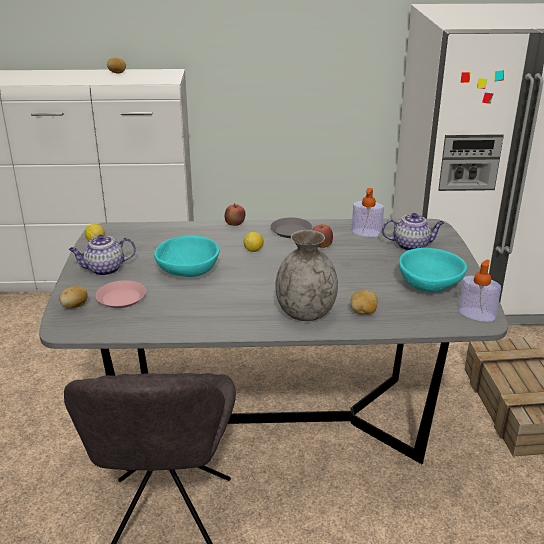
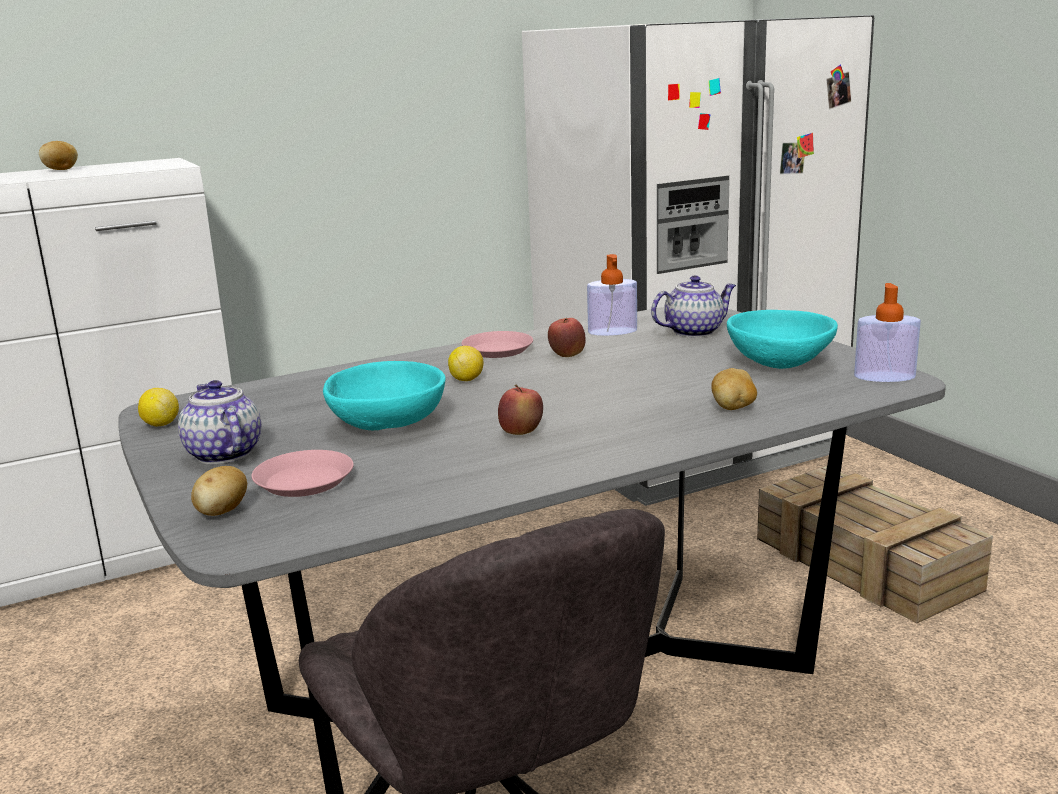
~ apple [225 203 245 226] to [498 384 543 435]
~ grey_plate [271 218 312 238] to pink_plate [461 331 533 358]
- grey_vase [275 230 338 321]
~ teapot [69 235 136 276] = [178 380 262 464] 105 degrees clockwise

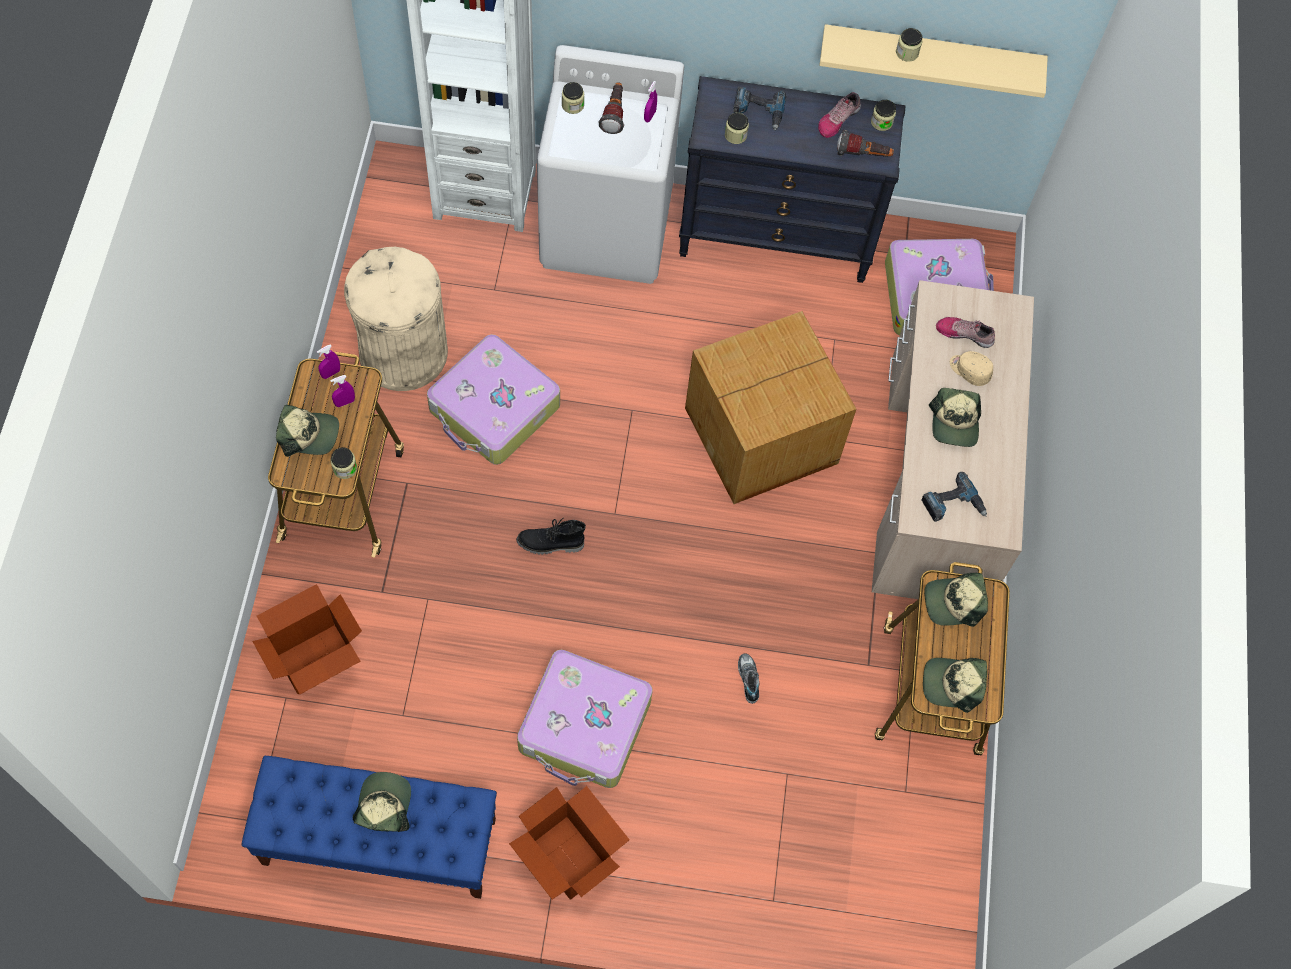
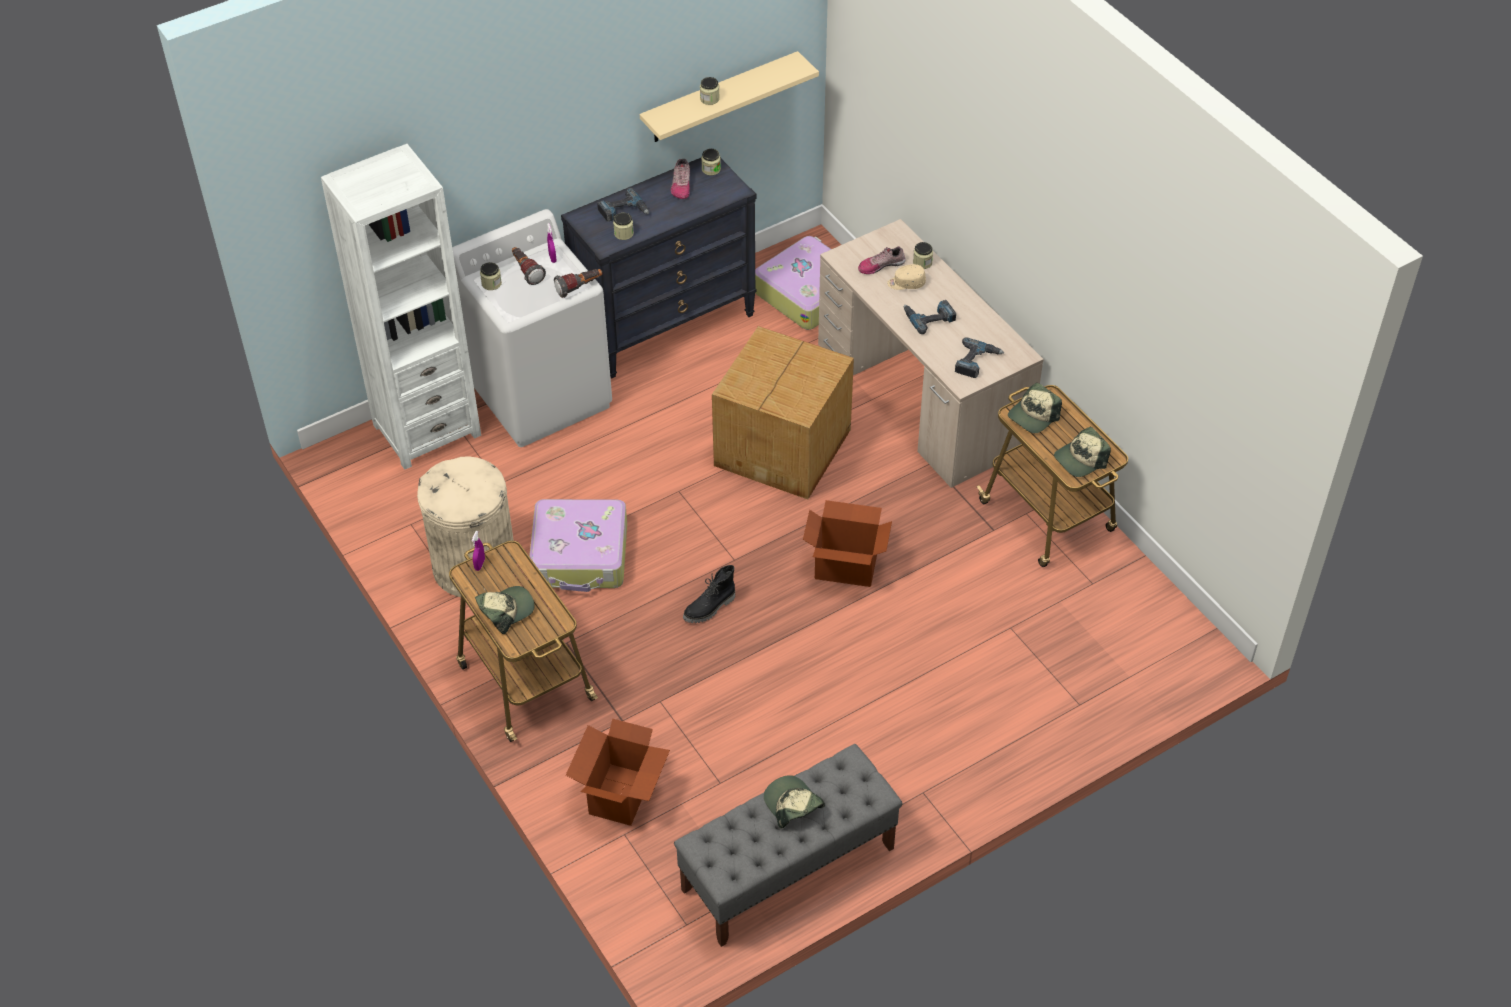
~ flashlight [837 130 894 157] to [554 269 603 298]
- purple_spray_bottle [330 375 355 407]
~ cap [929 388 981 447] to power_drill [904 300 956 334]
~ jar [330 447 357 479] to [913 242 933 269]
- suitcase [517 650 653 788]
- shoe [738 654 759 704]
~ blue_bench [241 756 497 899] to grey_bench [674 744 903 947]
~ cardboard_box [509 786 630 900] to [803 500 892 587]

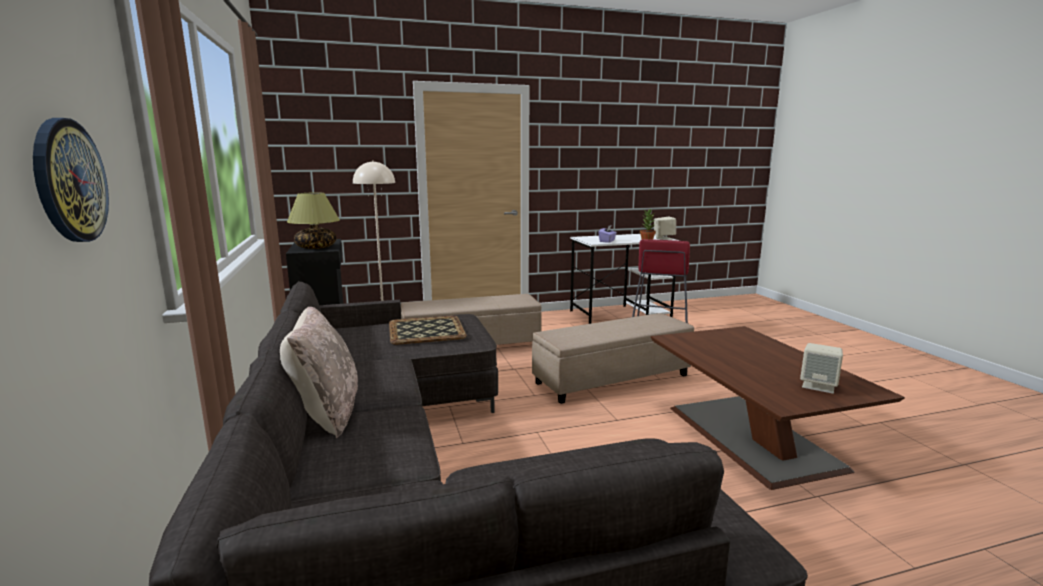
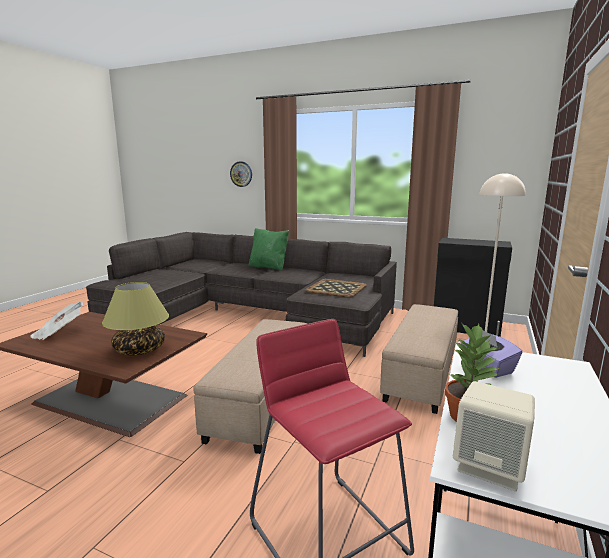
~ table_lamp [287 193 340 249] to [102 282 169 355]
~ beige_pillow [280 307 358 438] to green_pillow [249 228 289 271]
~ beige_speaker [800 343 843 394] to newspaper [30 302 84 340]

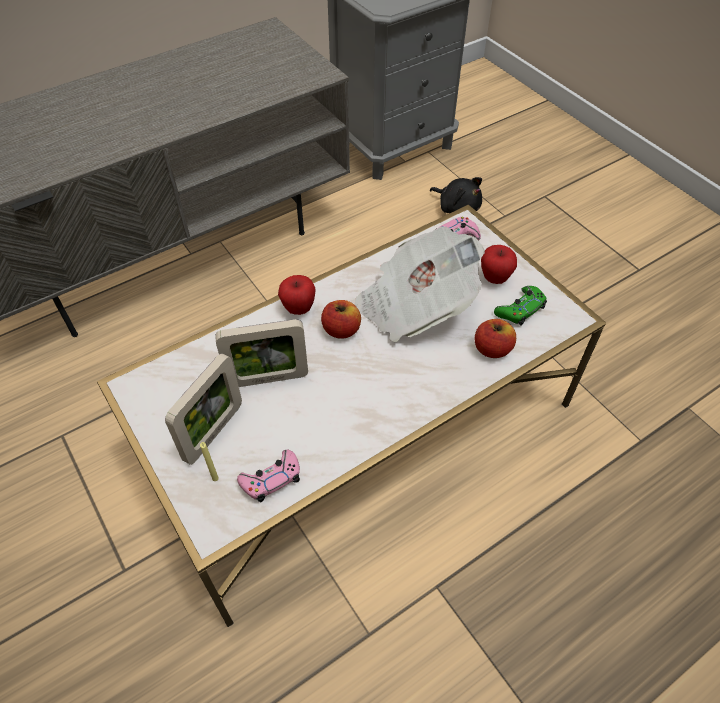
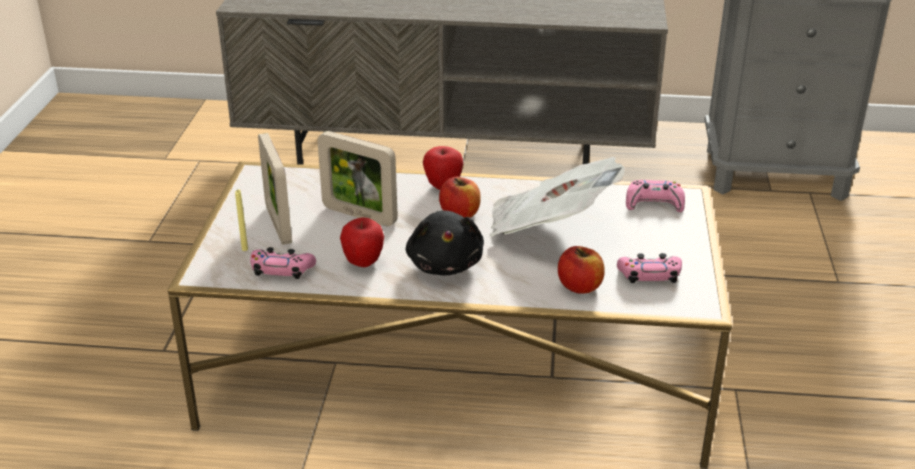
~ black_plush_toy [430 177 482 213] to [406 210 484 275]
~ apple [481 245 517 284] to [340 217 384 267]
~ green_game_controller [494 286 547 325] to pink_game_controller [617 253 682 283]
~ picture_frame [165 353 242 465] = [258 133 292 245] 90 degrees clockwise

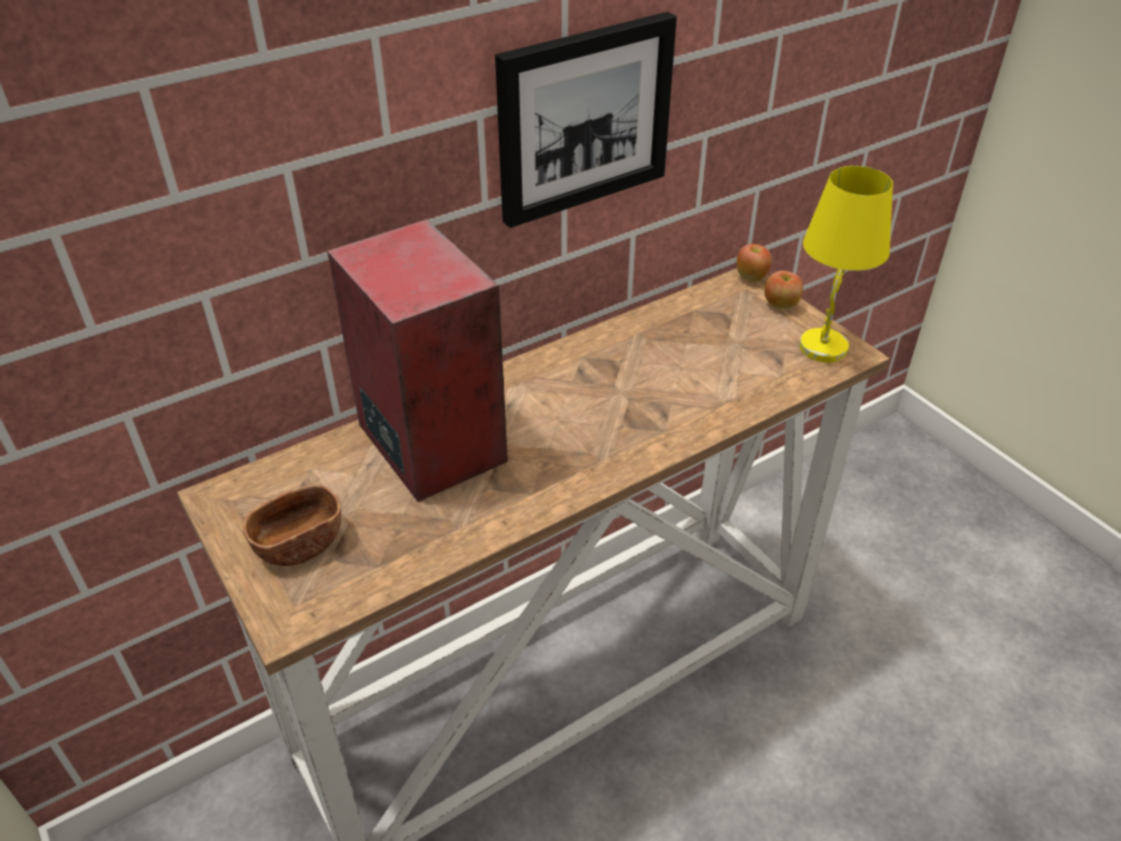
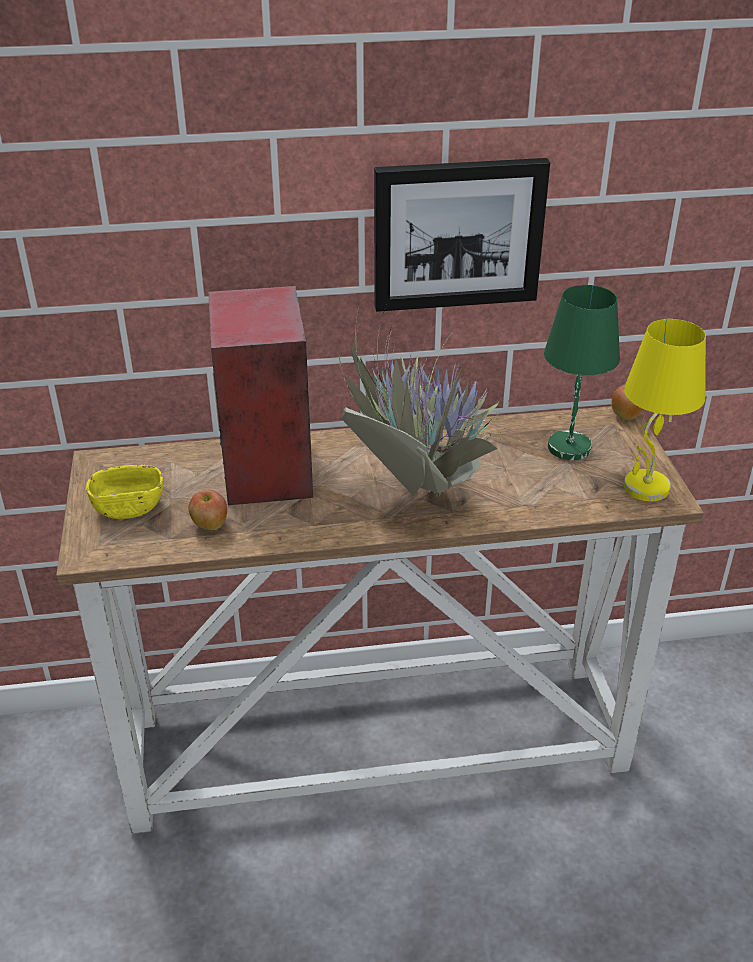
~ apple [764 271 803 309] to [188 490 227 530]
~ brown_bowl [243 484 341 566] to yellow_bowl [86 465 163 519]
+ green_table_lamp [544 285 620 460]
+ potted_plant [339 307 513 497]

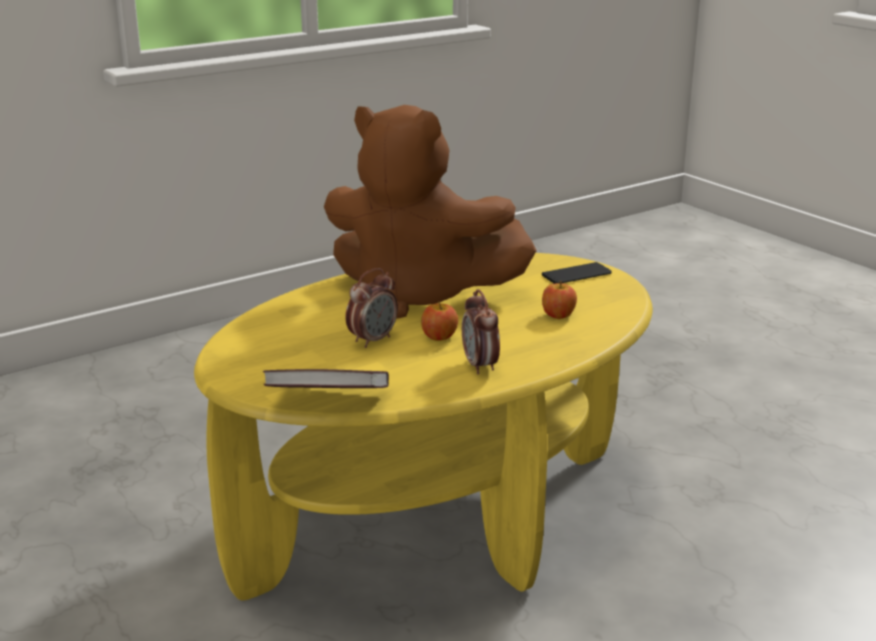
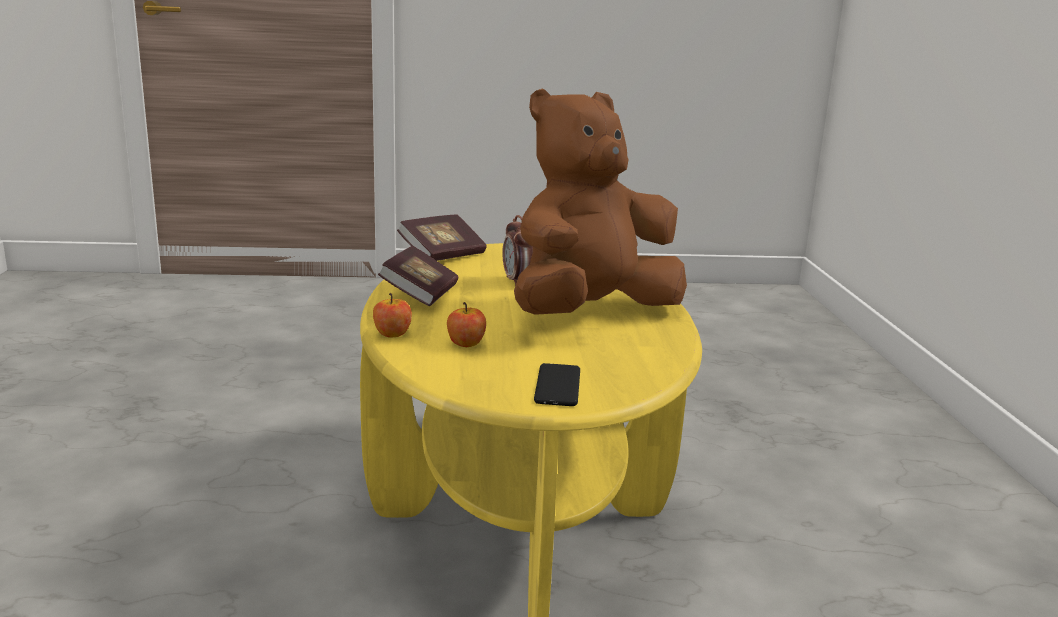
~ alarm_clock [462 289 500 375] to book [378 246 458 306]
~ apple [421 301 458 341] to [373 293 412 338]

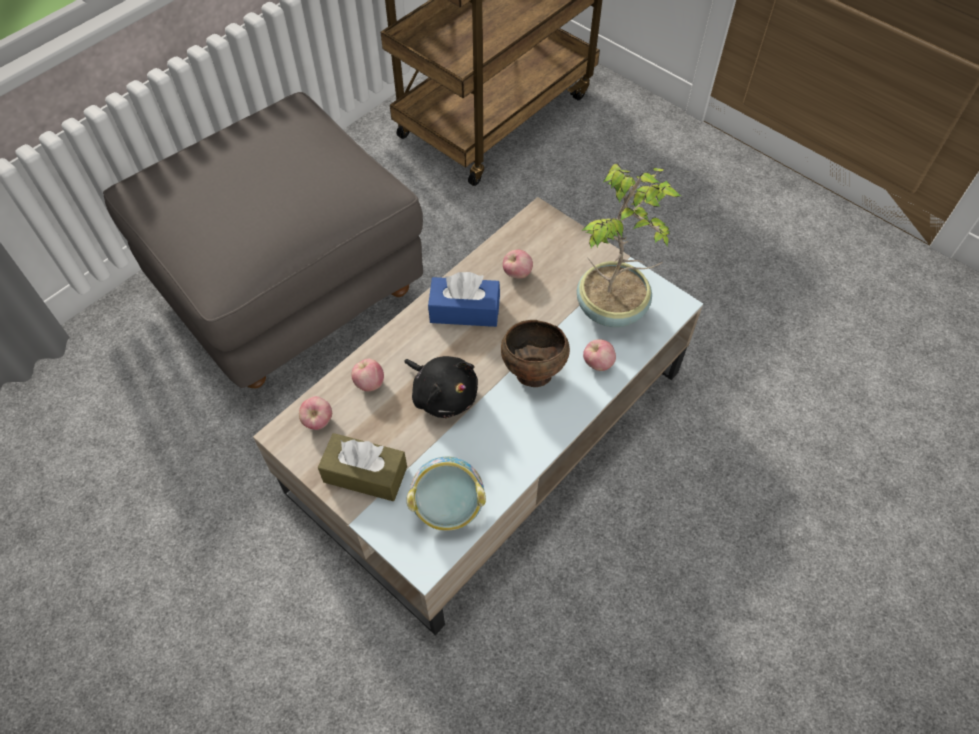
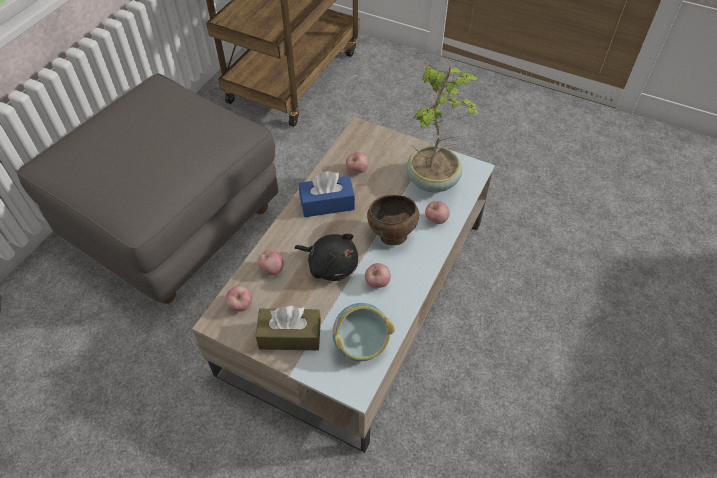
+ apple [365 263 391 288]

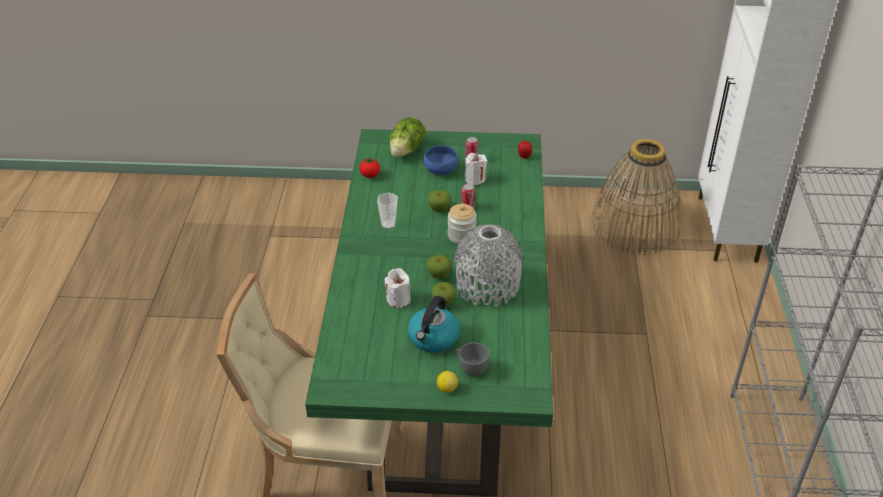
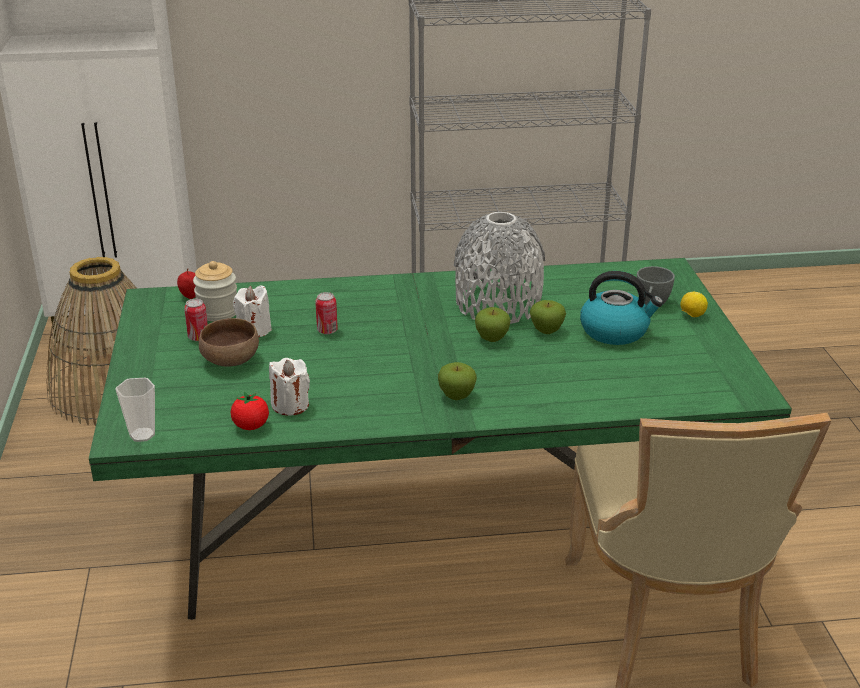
- lettuce [390 117 425 157]
~ blue_bowl [423 145 458 175] to brown_bowl [199 318 259 367]
~ apple [428 190 451 212] to [438 362 477 400]
~ cup [377 192 398 229] to [115 378 155 442]
~ jar [448 204 477 244] to [193 261 237 321]
~ white_candle [384 268 411 308] to [269 358 310 416]

